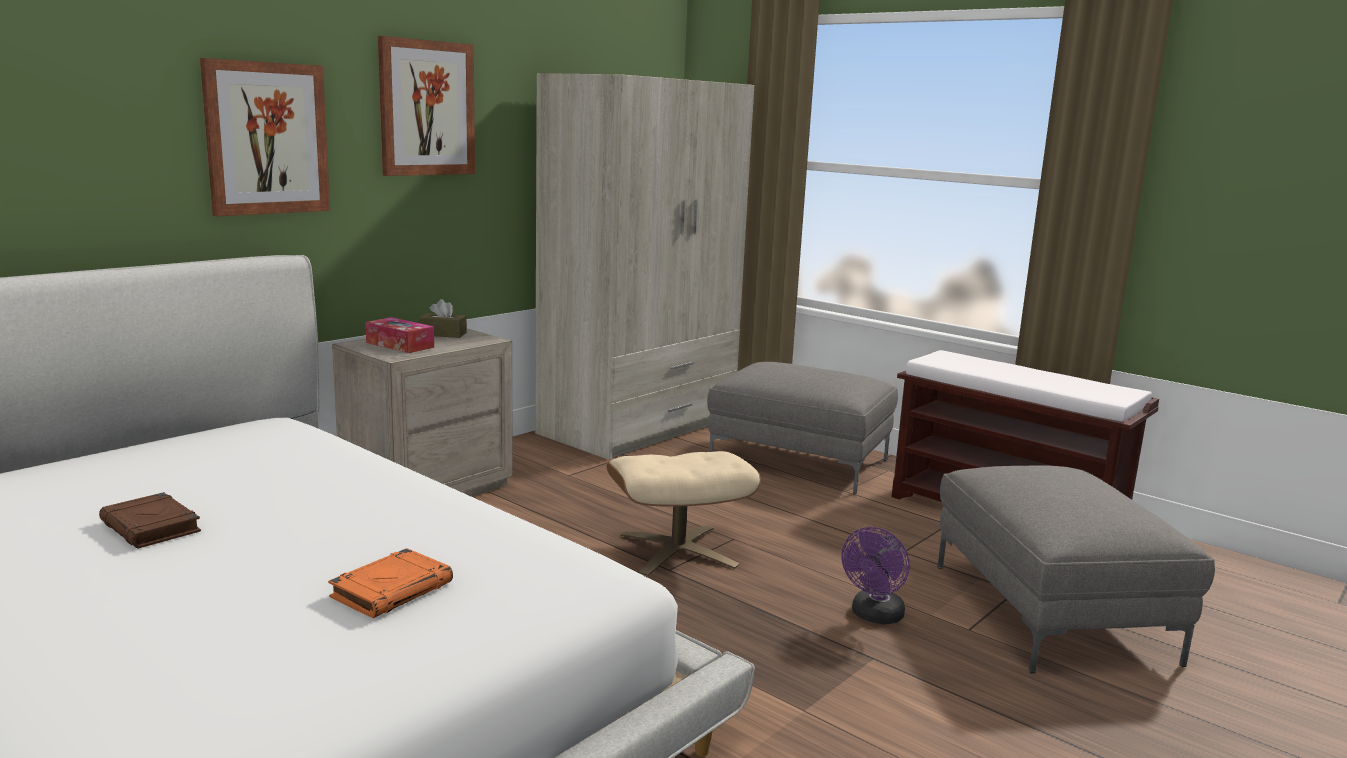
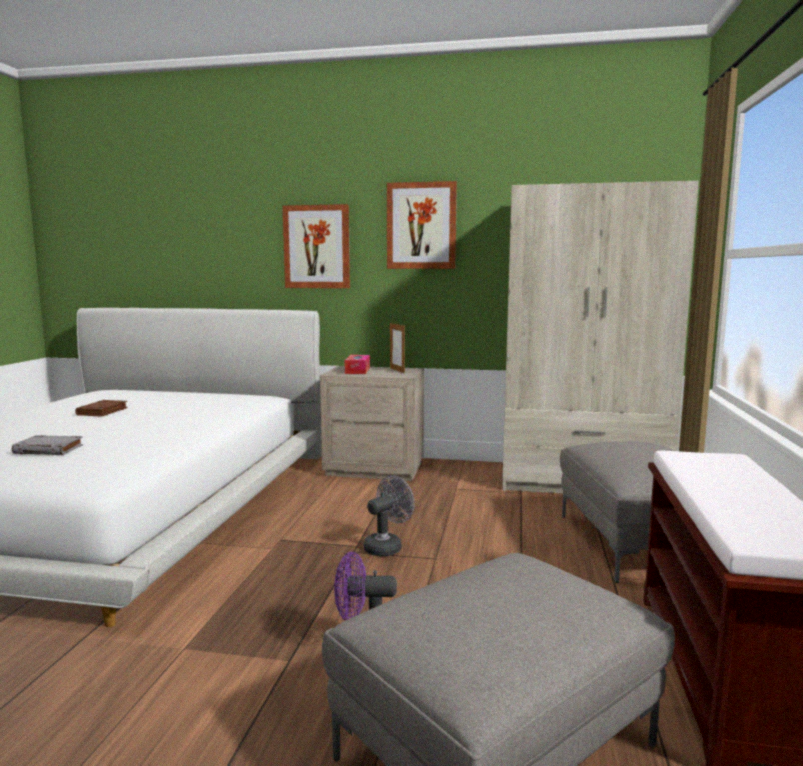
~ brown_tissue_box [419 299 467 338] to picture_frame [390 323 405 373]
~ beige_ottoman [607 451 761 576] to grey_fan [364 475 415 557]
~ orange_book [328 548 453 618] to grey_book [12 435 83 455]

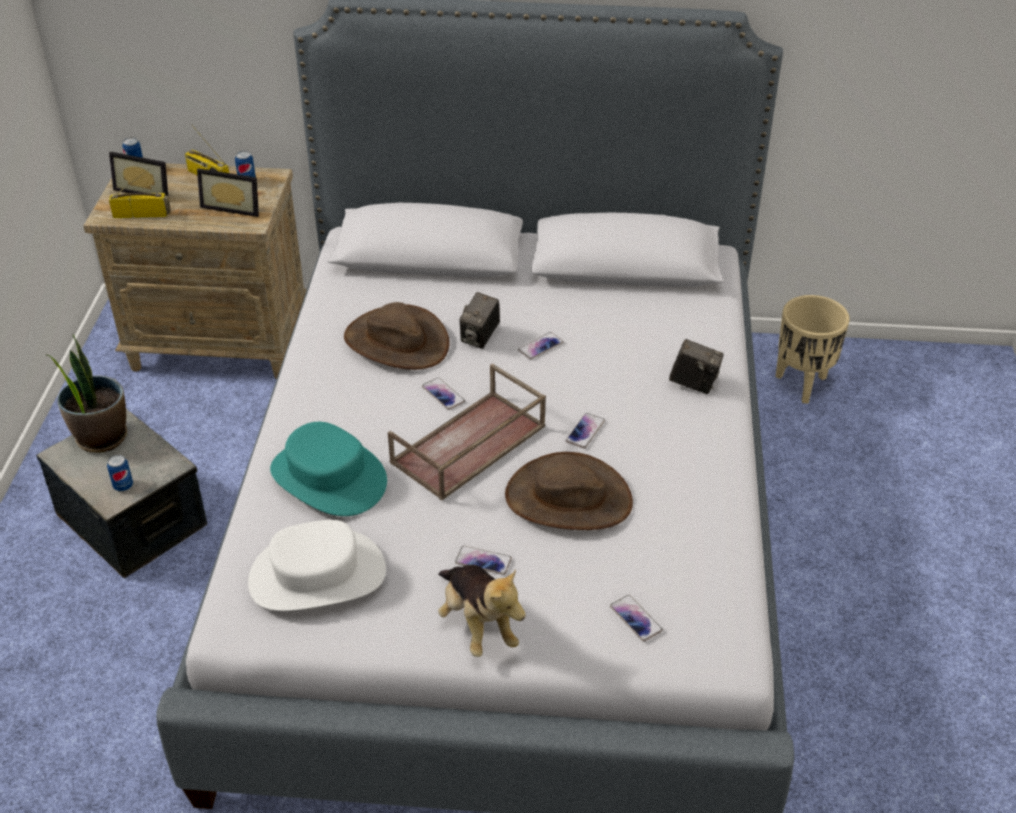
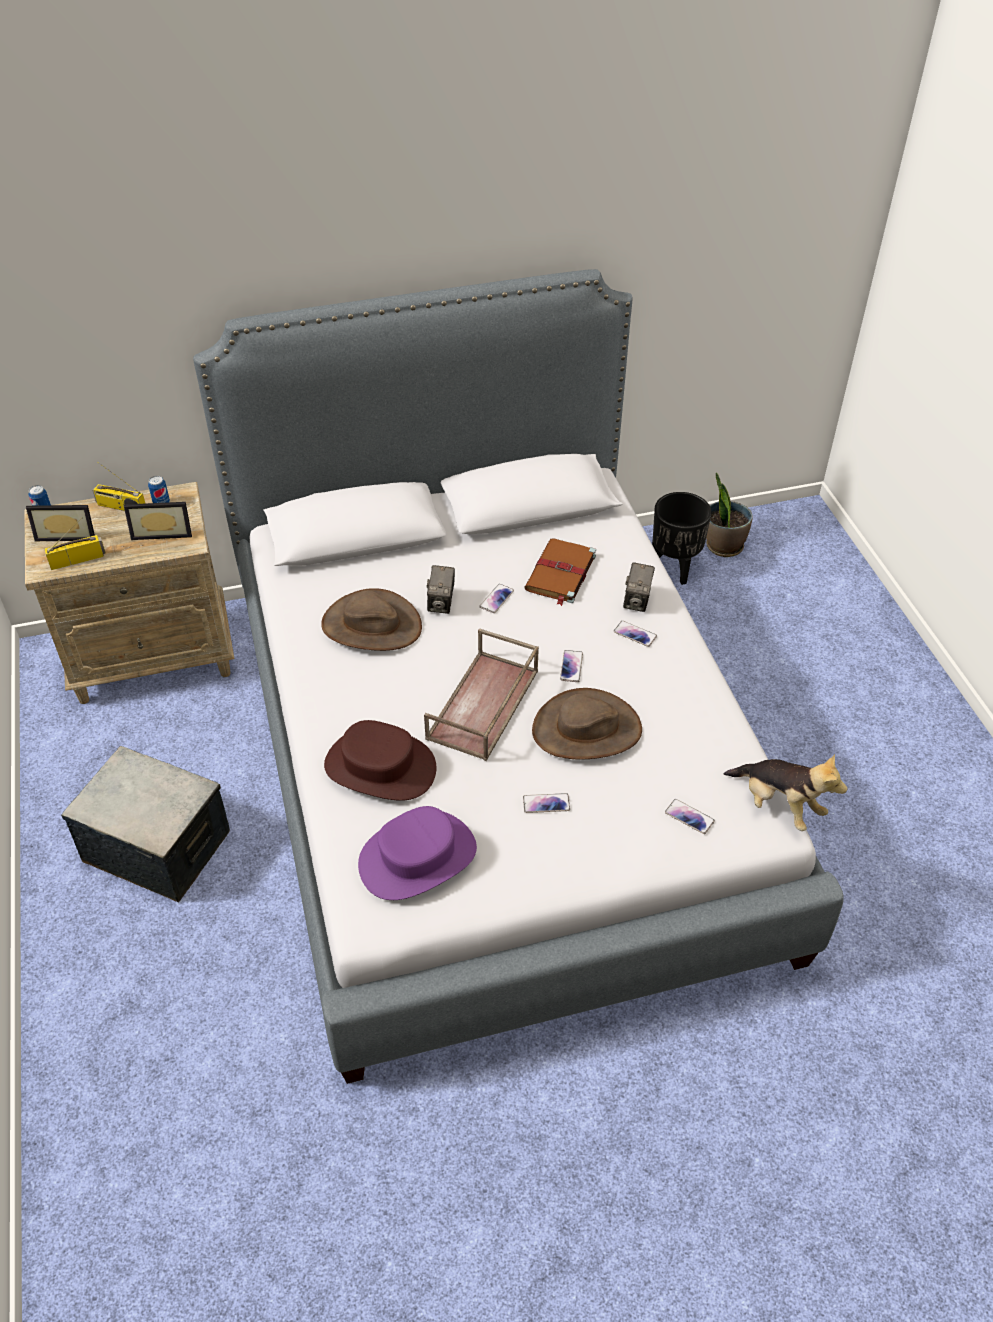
~ beige_planter [775 295 850 403] to black_planter [652 492 712 585]
~ potted_plant [45 334 127 453] to [706 472 753 557]
~ photo_camera [669 339 724 394] = [623 562 655 612] 105 degrees clockwise
~ phone [422 377 465 410] to [614 621 657 647]
~ turquoise_hat [270 422 387 516] to brown_hat [324 720 436 801]
- can [107 455 133 491]
~ white_hat [248 520 386 611] to purple_hat [358 806 477 900]
~ plush_toy [438 565 526 657] to [723 754 848 831]
+ brown_book [524 539 596 606]

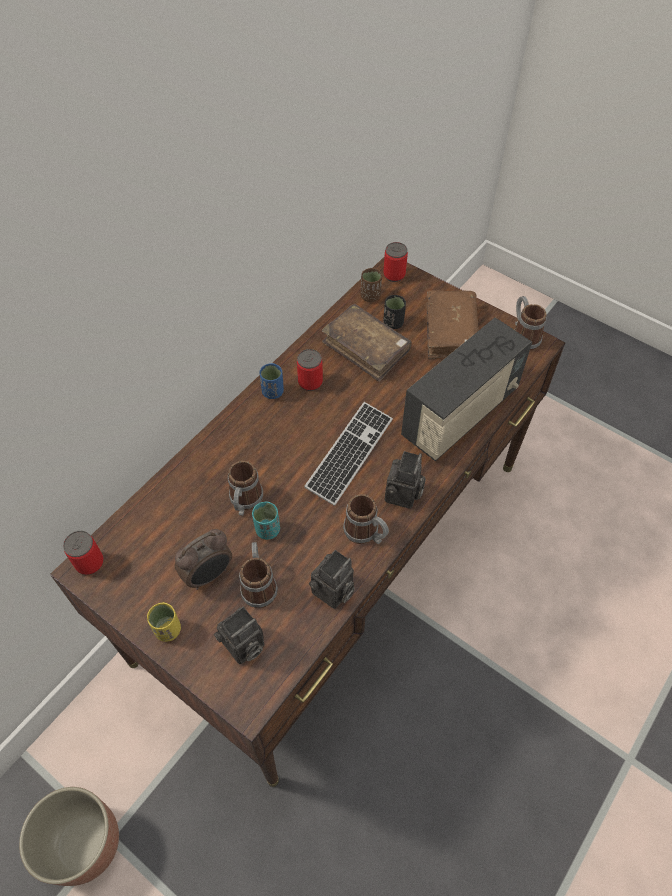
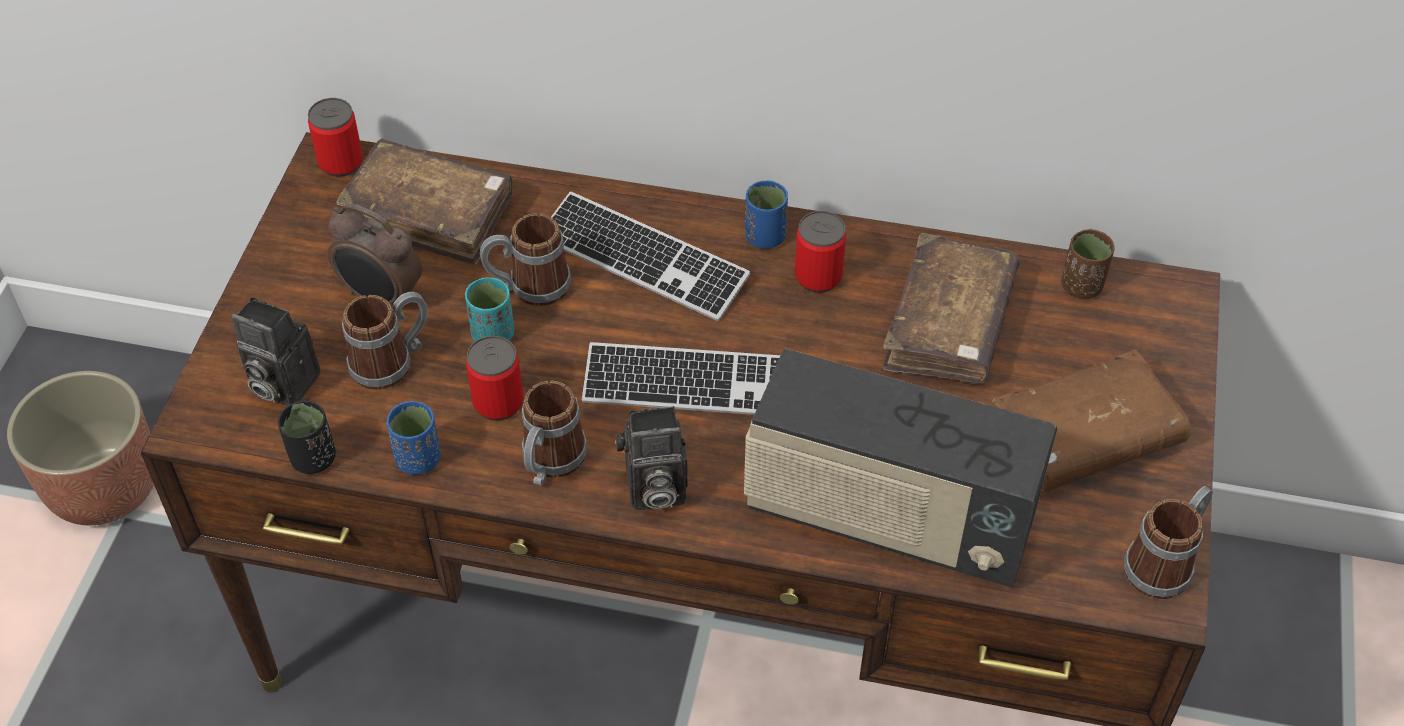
~ can [383 242 408 282] to [466 336 523 421]
~ black_cup [383 295 406 329] to [278 400 336 474]
~ photo_camera [309 550 355 609] to blue_cup [386 401 440 475]
- yellow_cup [147 602 181 642]
+ brown_book [336 139 513 265]
+ keyboard [551 192 750 321]

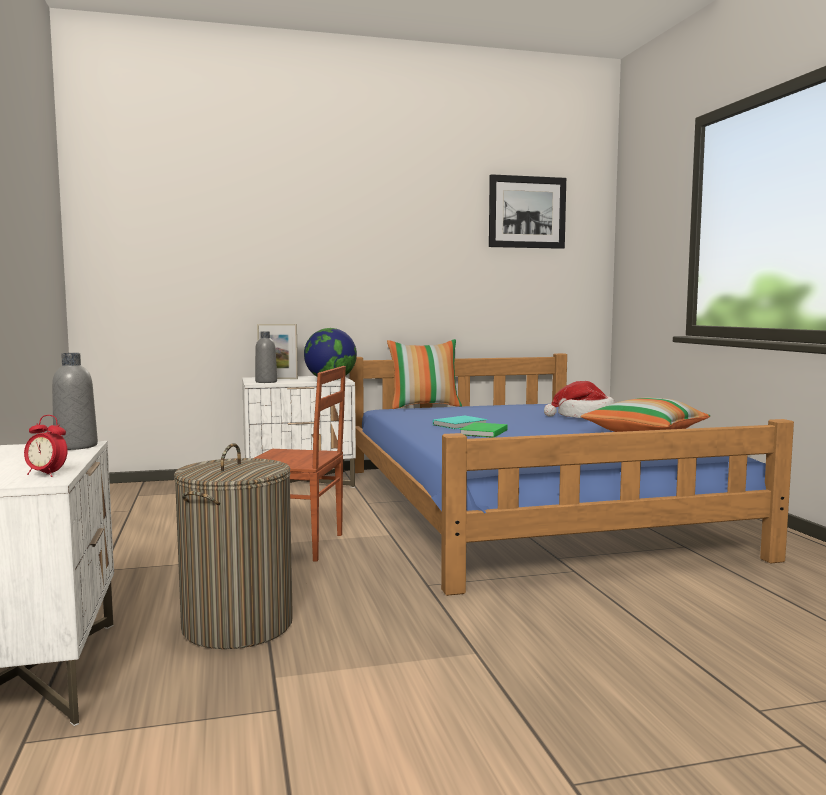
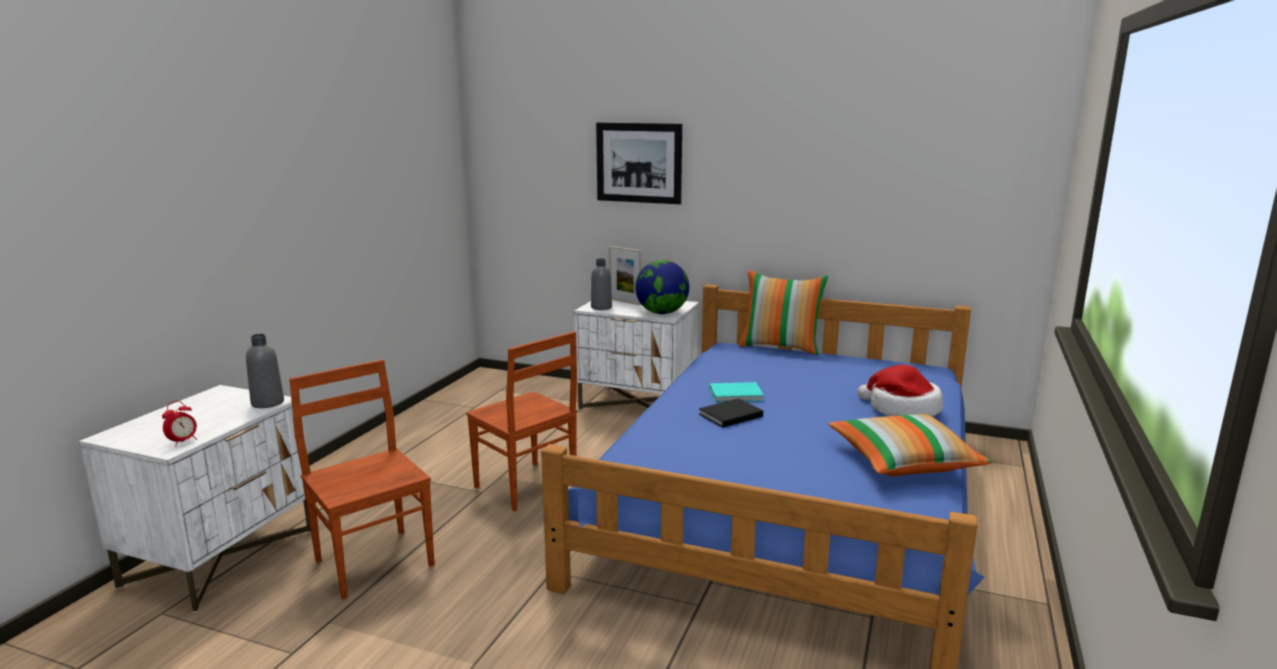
~ picture [489 174 566 249] to [596 123 682 204]
~ alarm_clock [24 415 68 477] = [162 401 197 446] 105 degrees counterclockwise
~ green_book [460 422 507 438] to black_book [699 398 763 428]
~ laundry_basket [174 443 293 649] to brown_chair [289 360 435 599]

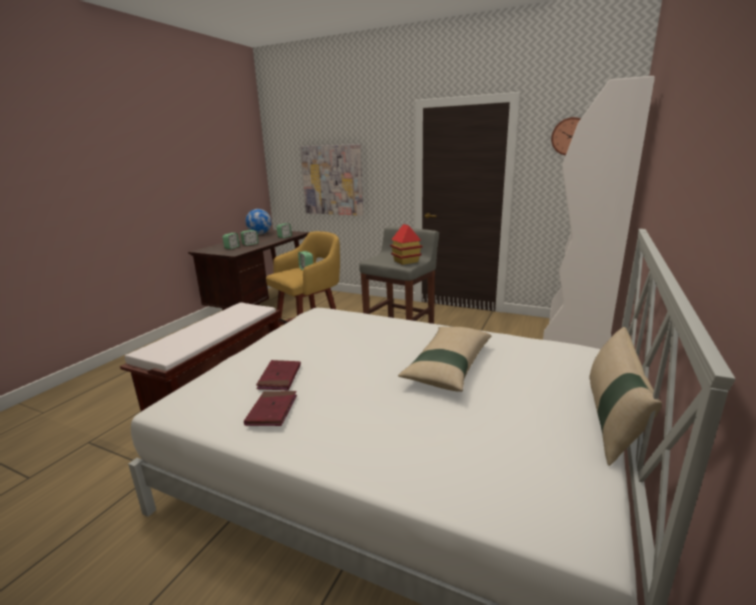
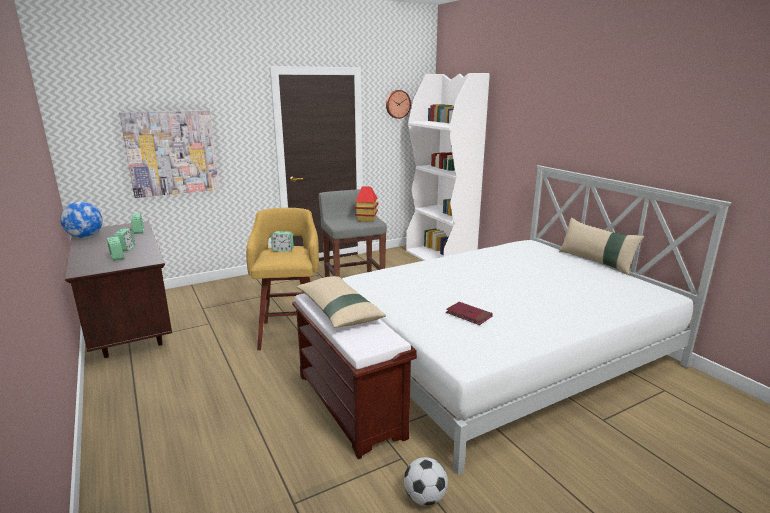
~ beige_pillow [398 327 491 392] to [297 276 386 328]
- red_book [244 391 297 426]
+ football [404 457 448 506]

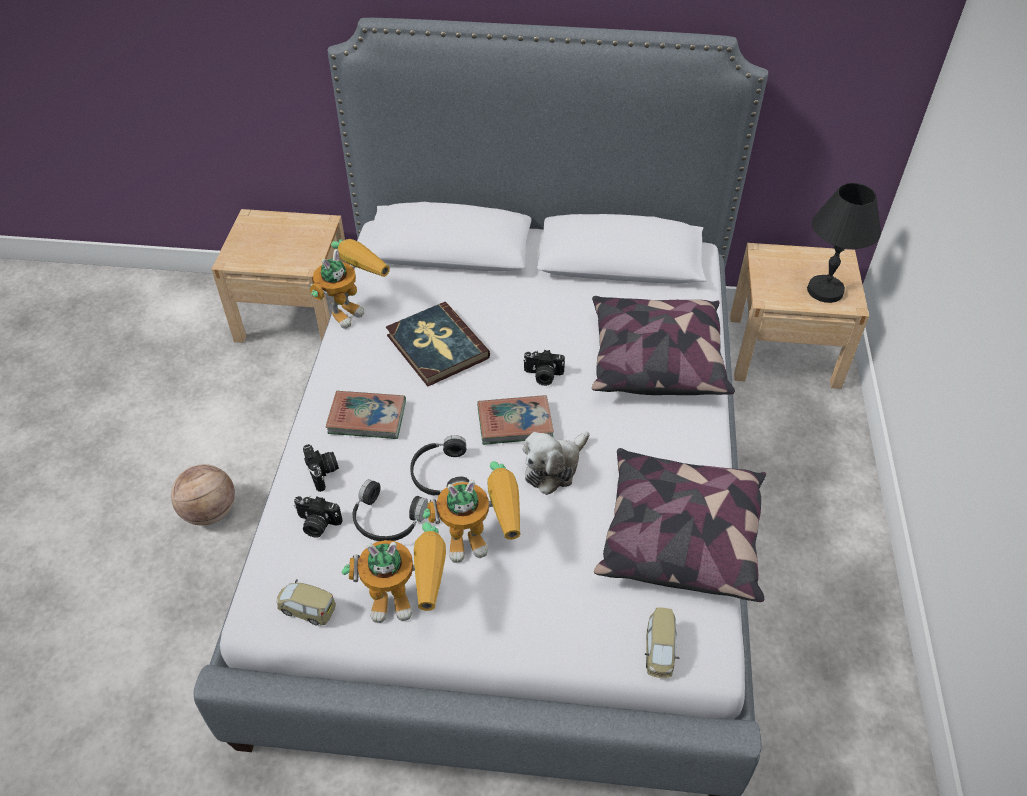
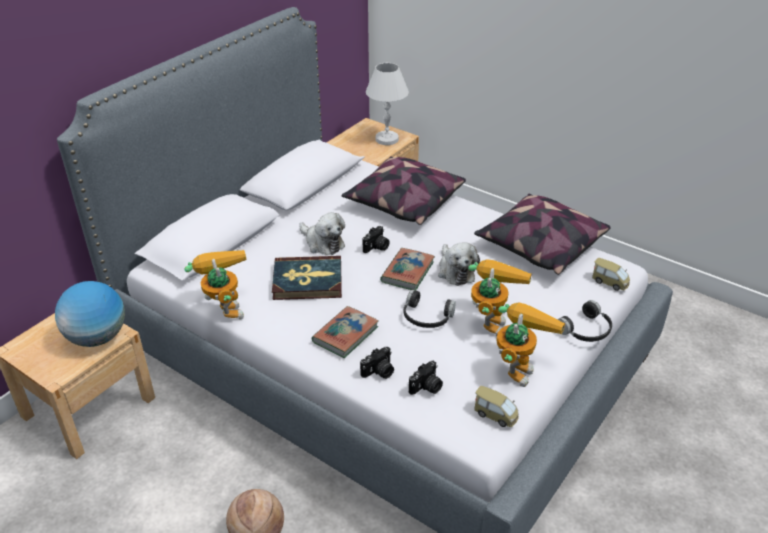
~ black_table_lamp [807 183 881 303] to white_table_lamp [366 63 409 145]
~ photo_camera [303 444 339 492] = [360 347 394 379] 135 degrees clockwise
~ black_headphones [352 479 428 541] to [558 300 612 342]
~ toy_car [277 579 336 625] = [474 386 519 427] 105 degrees counterclockwise
+ plush_toy [299 212 345 255]
+ globe [55 281 125 347]

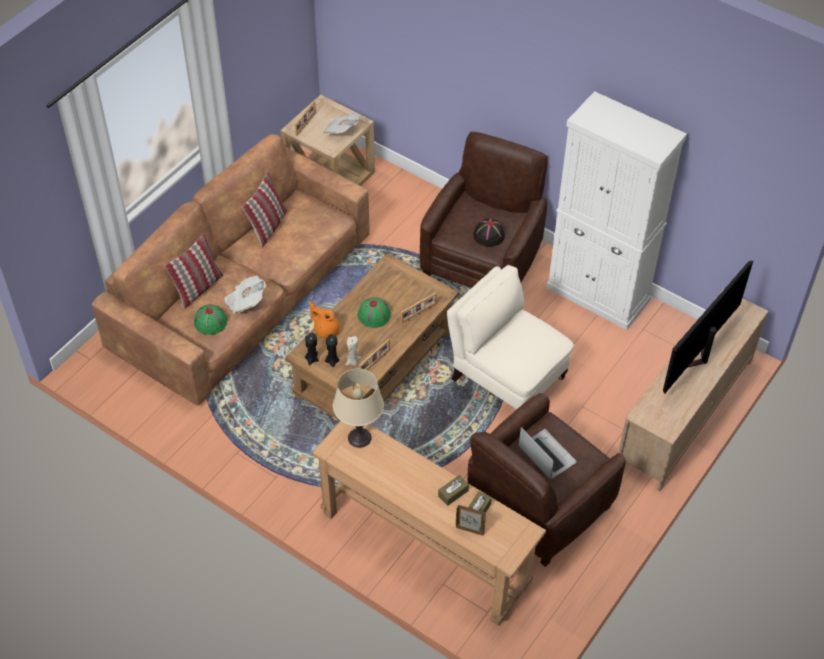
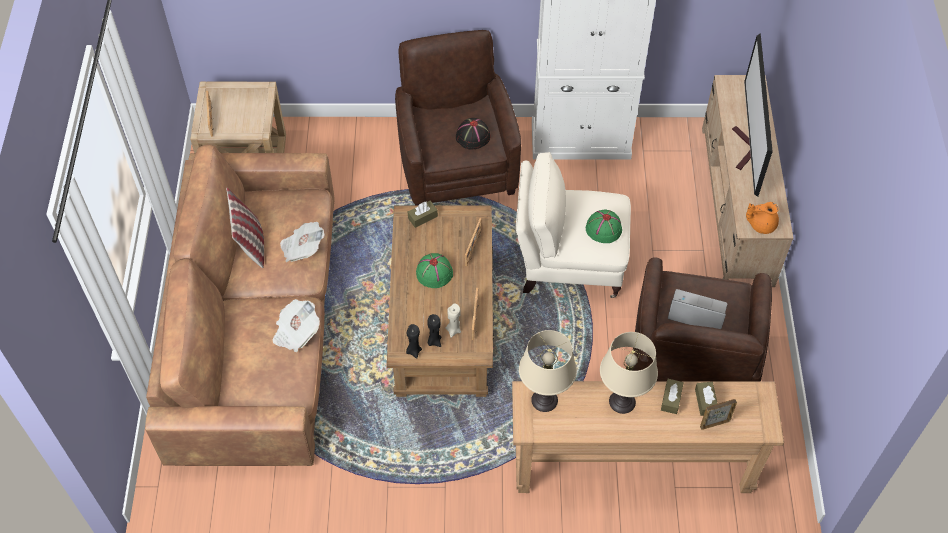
~ newspaper [323 113 360 134] to [280 222 324 262]
- pillow [165 233 223 309]
~ orange_teapot [310 302 340 339] to [746 202 779 234]
~ green_hat [194 304 227 335] to [586 209 622 243]
+ brown_tissue_box [408 200 438 228]
+ beige_table_lamp [600 332 658 414]

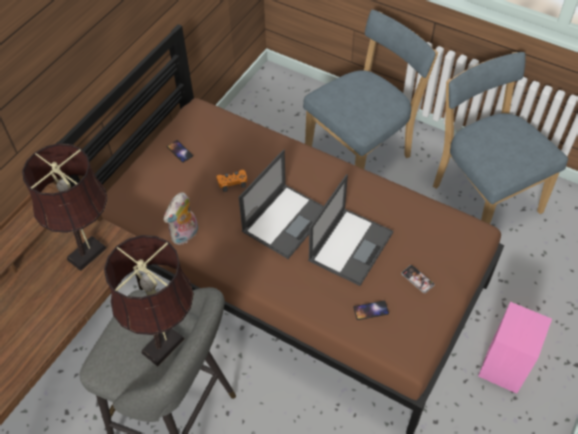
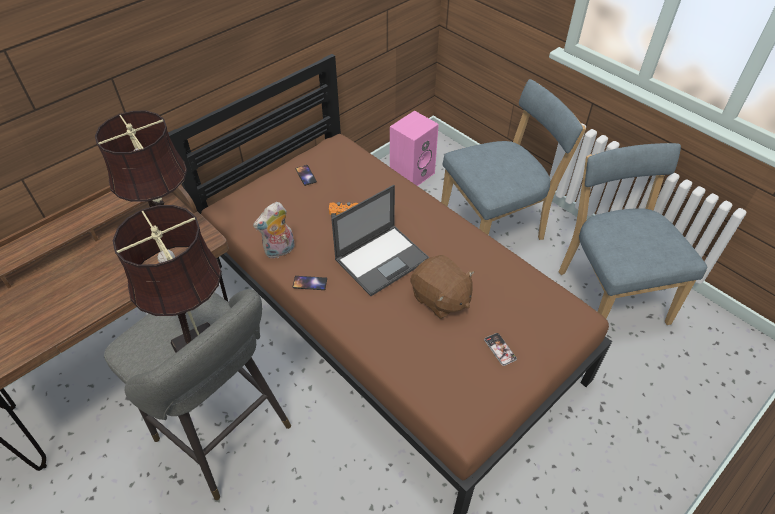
~ laptop [308 174 393 286] to brown_plush_toy [411 255 474 319]
~ phone [353 301 389 320] to [293 276 327 290]
~ pink_speaker [478 302 552 394] to [390 111 439 186]

